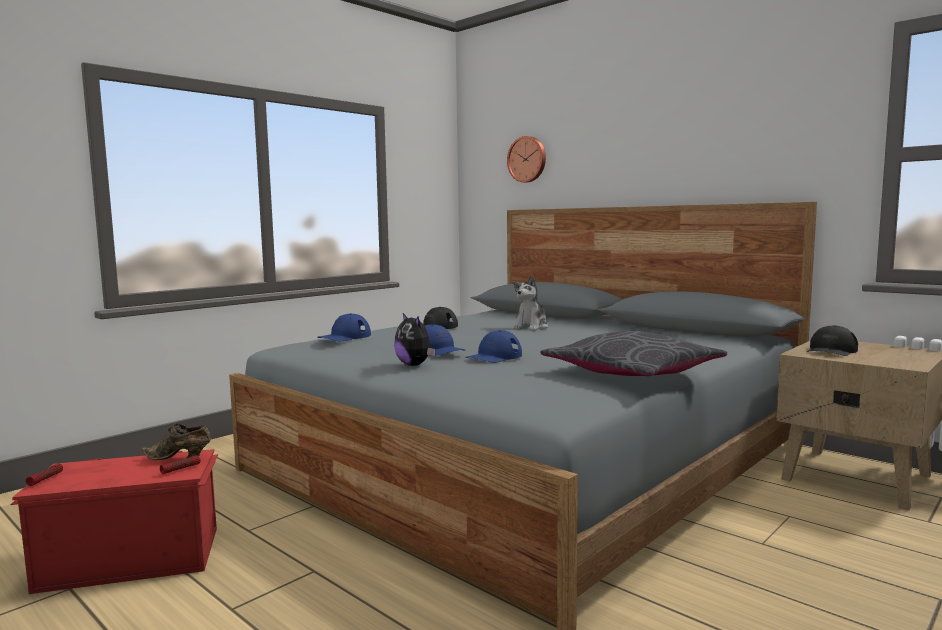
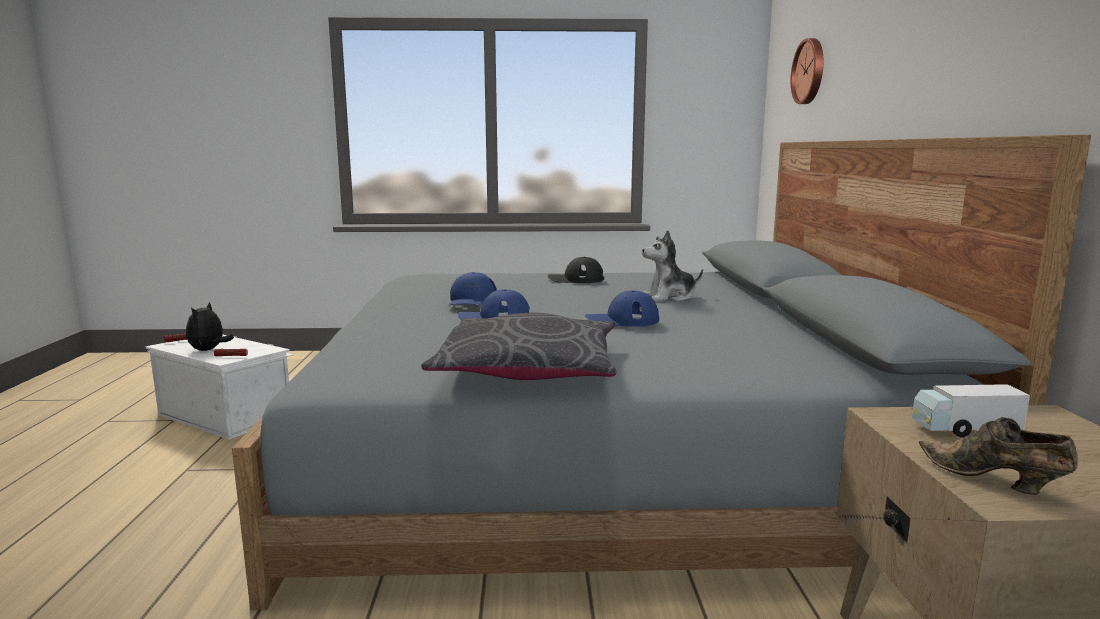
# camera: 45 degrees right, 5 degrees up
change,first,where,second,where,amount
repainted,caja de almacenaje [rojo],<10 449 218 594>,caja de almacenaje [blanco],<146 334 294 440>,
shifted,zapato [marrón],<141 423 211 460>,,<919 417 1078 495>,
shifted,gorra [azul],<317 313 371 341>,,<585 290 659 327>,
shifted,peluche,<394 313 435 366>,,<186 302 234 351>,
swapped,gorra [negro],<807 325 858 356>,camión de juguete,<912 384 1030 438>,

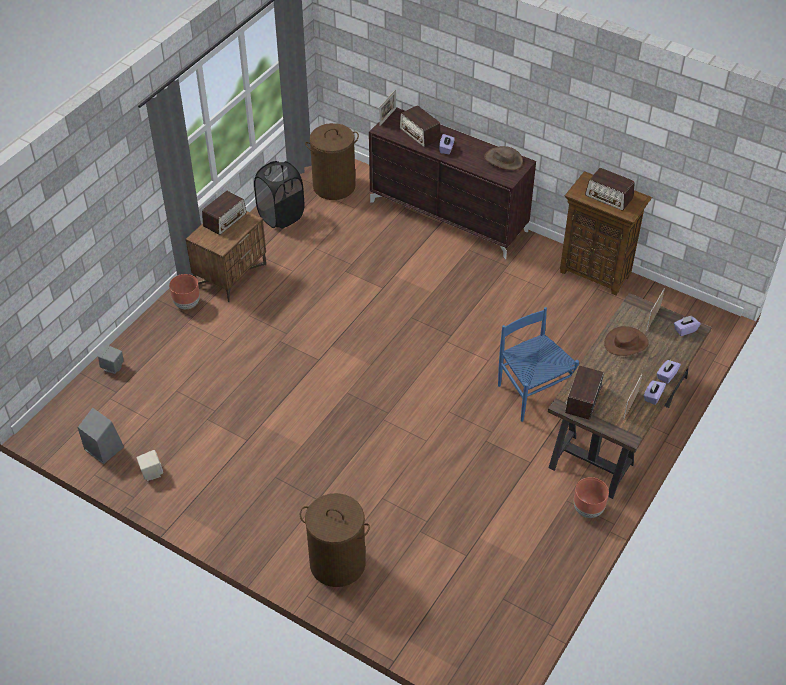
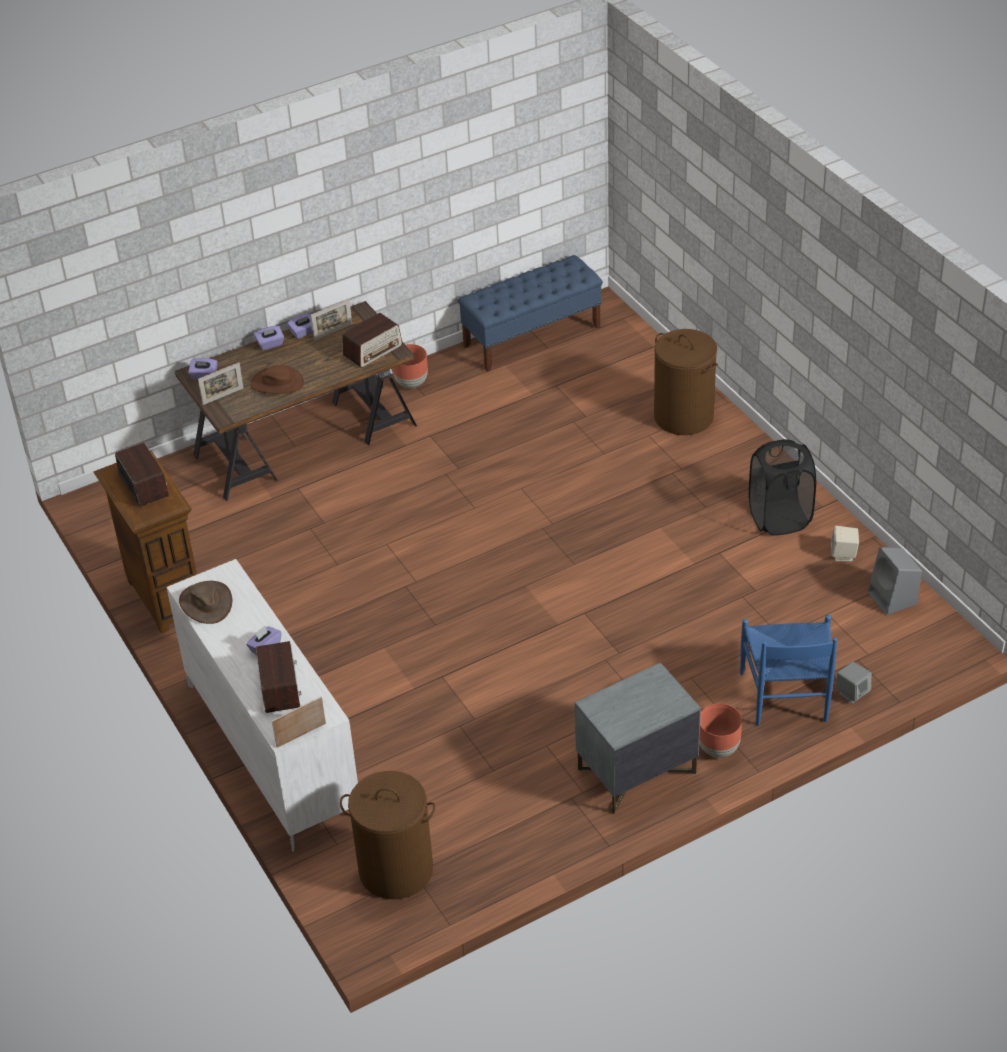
# camera: 150 degrees left, 5 degrees down
change,first,where,second,where,amount
repainted,mesita de noche [marrón],<186 211 266 302>,mesita de noche [gris],<575 662 701 814>,
gone,radio,<202 191 247 235>,,,
shifted,cesto de la ropa [negro],<254 161 305 228>,,<749 439 816 536>,
repainted,cómoda [marrón],<369 107 536 259>,cómoda [blanco],<166 559 358 851>,
shifted,silla [azul],<498 307 579 422>,,<740 615 837 725>,
new,,,banco [azul],<458 255 603 372>,

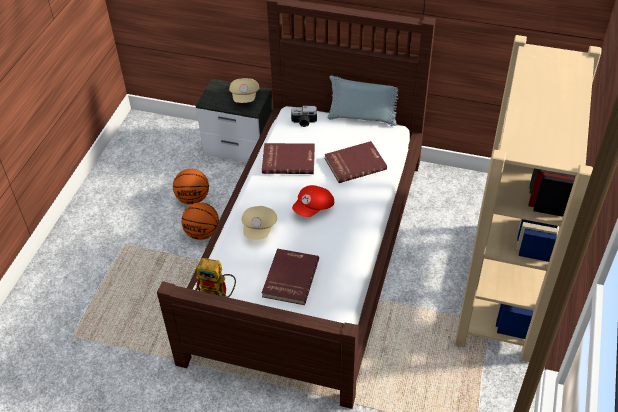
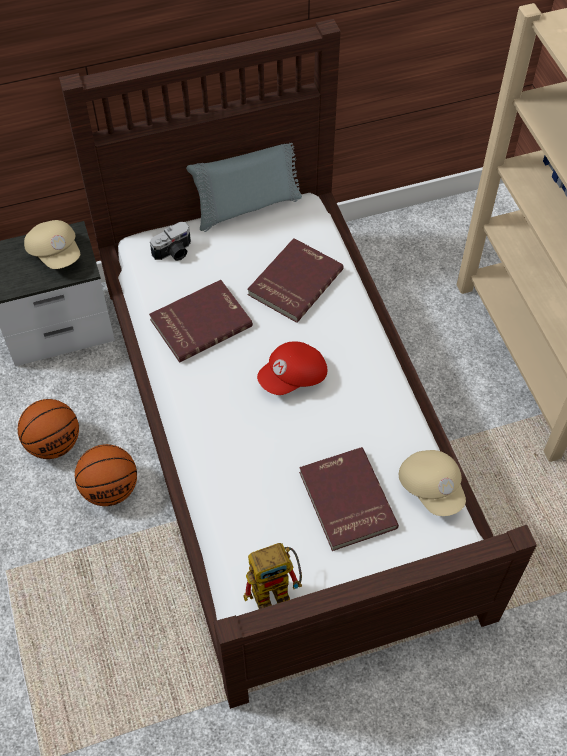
# camera: 35 degrees left, 10 degrees up
change,first,where,second,where,amount
shifted,gorra [beis],<242 206 277 240>,,<399 450 466 516>,
rotated,gorra [rojo],<292 185 334 217>,,<257 341 327 395>,45 degrees clockwise

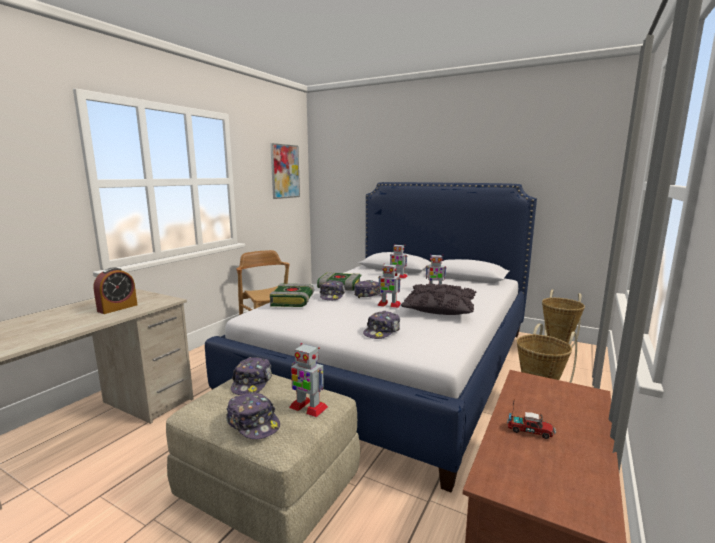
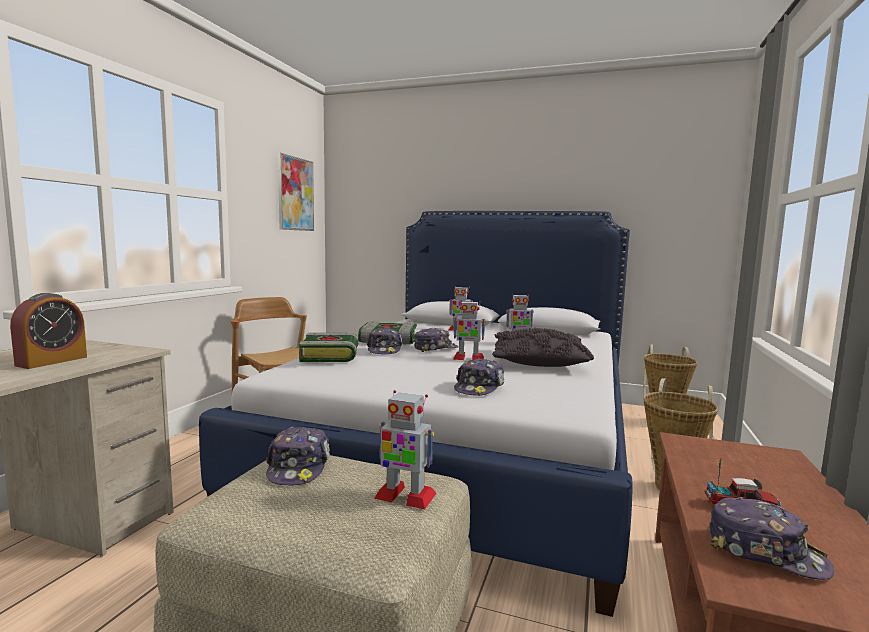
# camera: 10 degrees left, 5 degrees down
change,first,where,second,where,amount
shifted,gorra,<226 392 280 439>,,<707 497 834 580>,

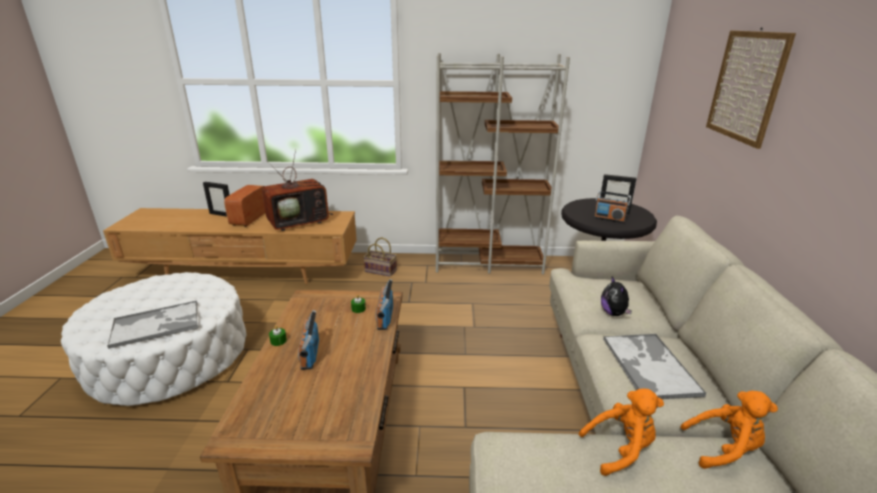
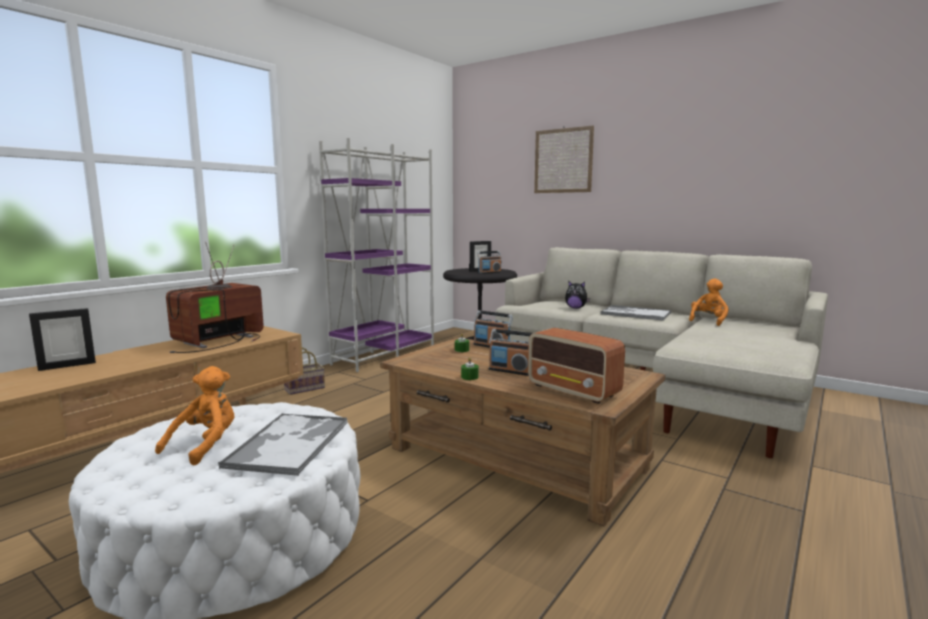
# camera: 55 degrees left, 15 degrees down
change,first,where,second,where,amount
shifted,radio,<224 185 265 227>,,<528 328 625 404>,
rotated,televisor,<262 149 334 231>,,<166 242 264 353>,150 degrees counterclockwise
repainted,estantería [marrón],<436 53 570 275>,estantería [morado],<319 138 434 372>,
shifted,peluche [naranja],<579 388 664 476>,,<155 366 234 465>,

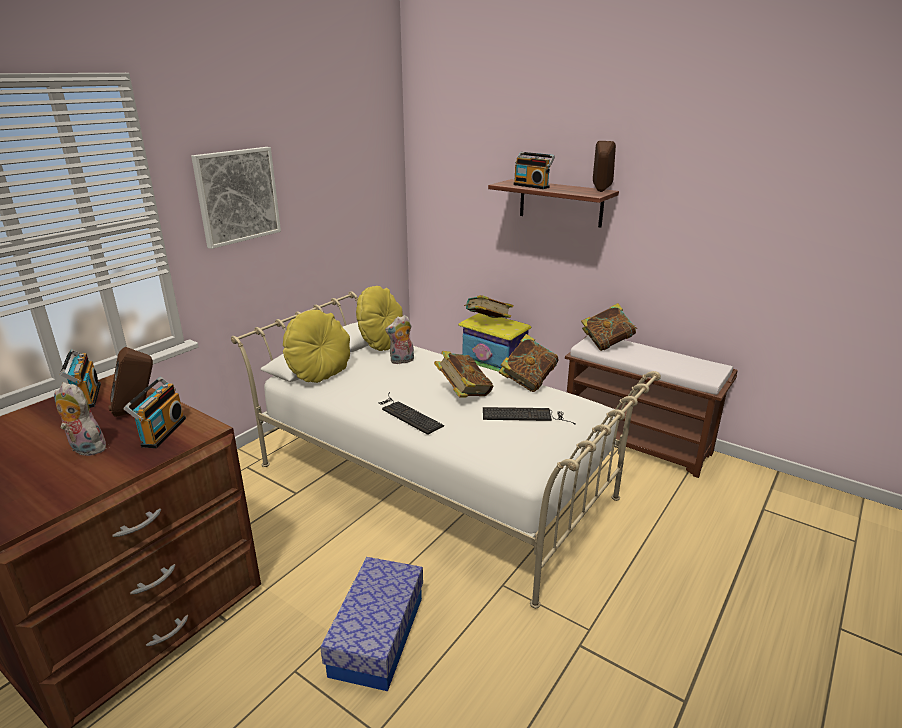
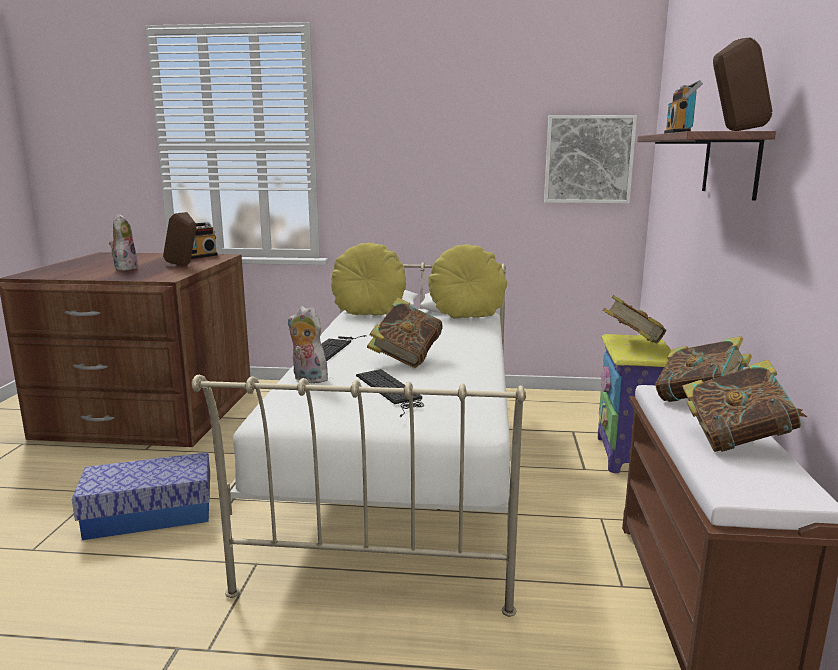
# camera: 60 degrees right, 10 degrees down
change,first,where,second,where,amount
gone,radio,<123 377 186 448>,,,
shifted,cuadro,<191 147 281 249>,,<544 115 637 203>,
shifted,peluche,<385 315 414 364>,,<287 306 328 383>,
shifted,libro,<499 334 558 392>,,<682 360 807 452>,

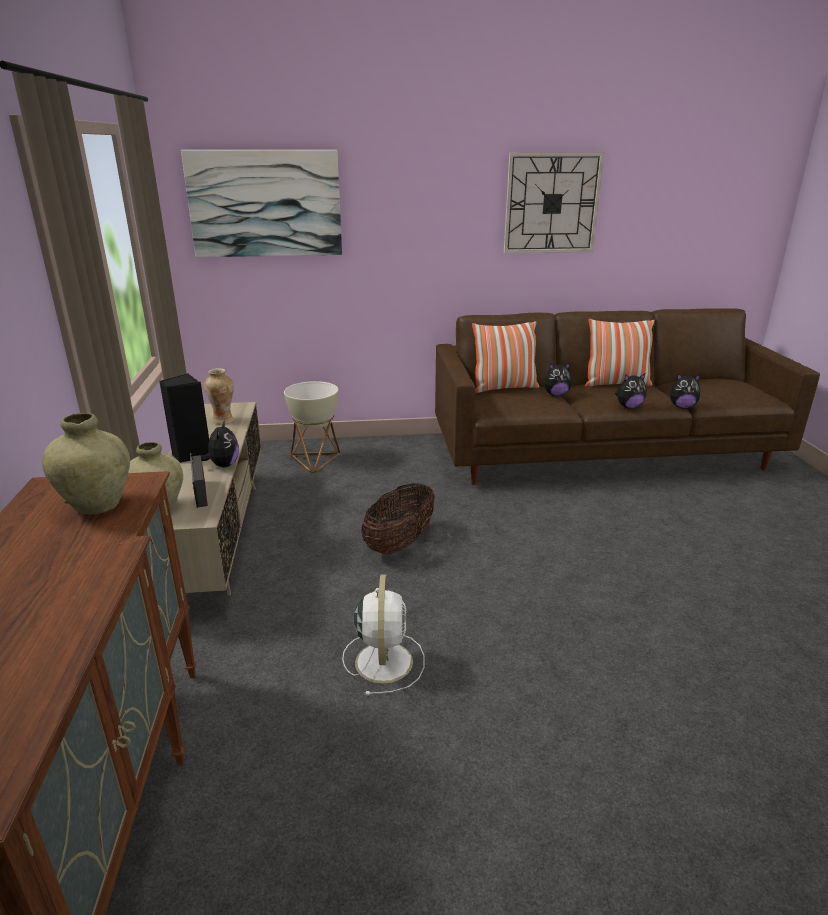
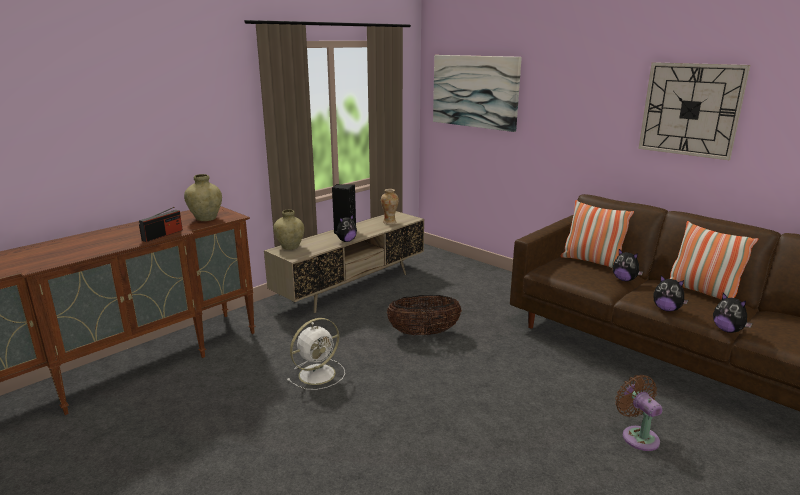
# camera: 50 degrees right, 5 degrees down
change,first,where,second,where,amount
shifted,radio,<190 453 208 508>,,<139 207 183 242>,
gone,maceta,<284 381 340 473>,,,
new,,,ventilador [marrón],<615 375 663 451>,

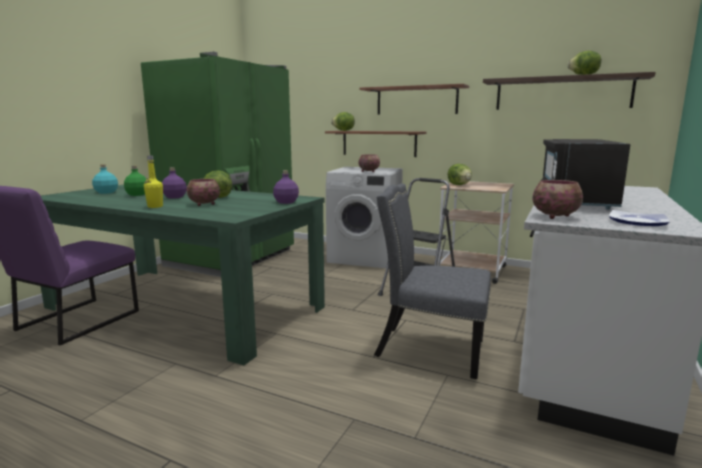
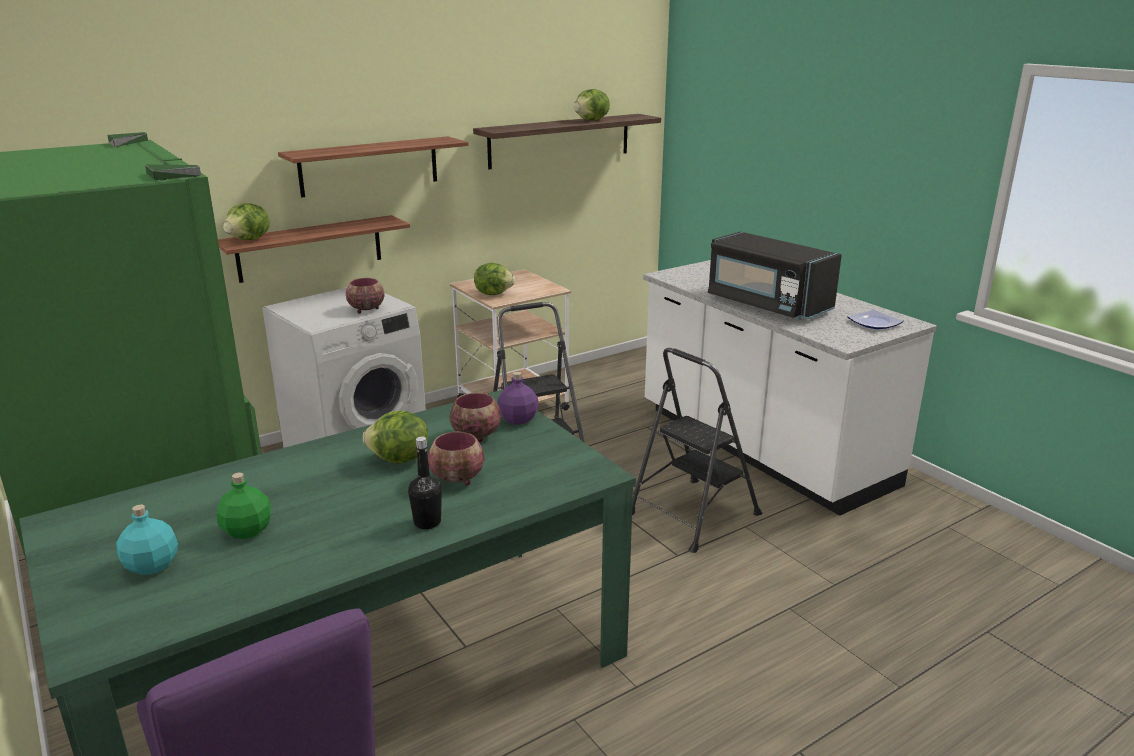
# camera: 60 degrees left, 10 degrees up
change,first,where,second,where,amount
repainted,botella [amarillo],<144 156 163 208>,botella [negro],<408 437 442 529>,
gone,botella [morado],<162 167 187 199>,,,
swapped,silla [gris],<374 184 491 379>,escalera de tijera [negro],<632 348 762 553>,
shifted,cuenco,<532 180 583 219>,,<449 393 501 442>,

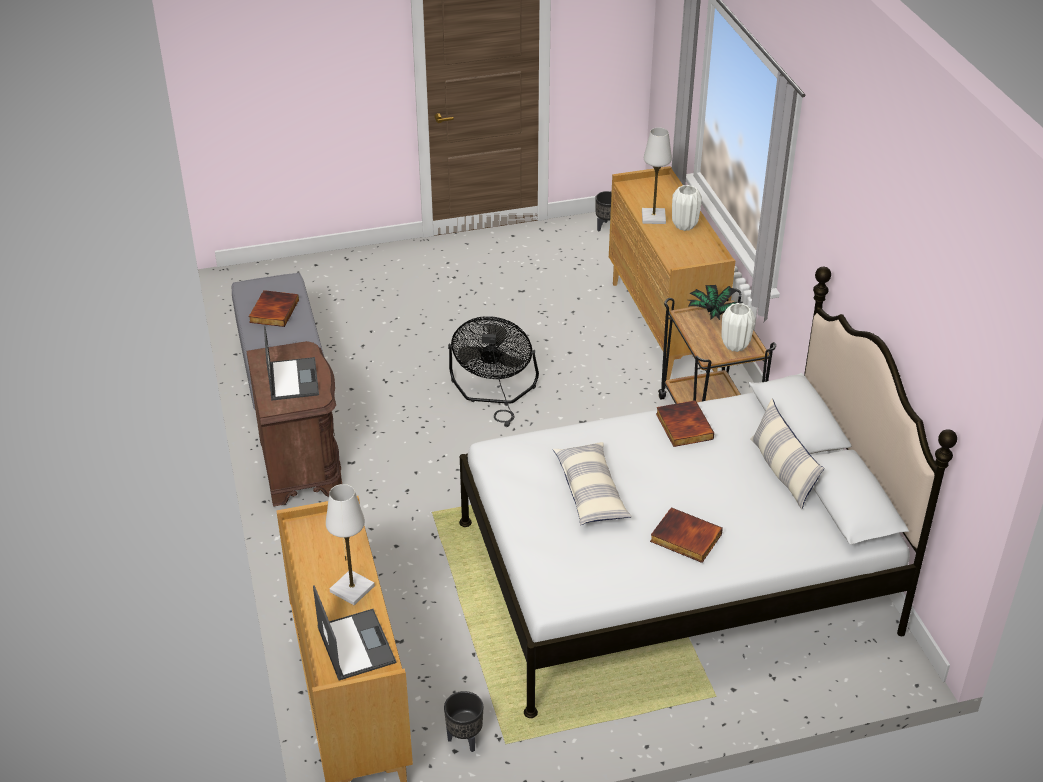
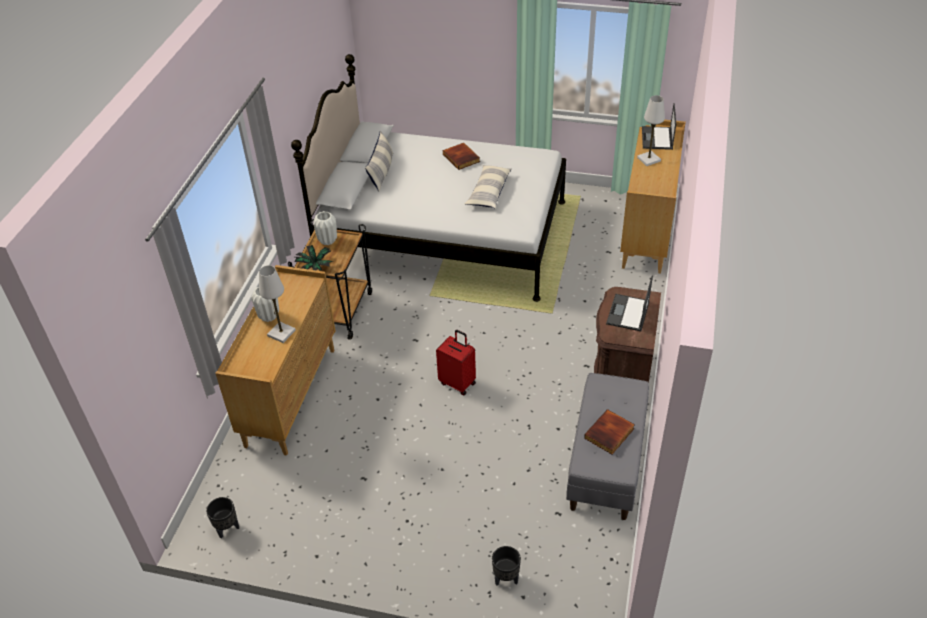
# camera: 150 degrees left, 5 degrees up
change,first,where,second,where,amount
shifted,maceta [negro],<444 691 483 752>,,<492 546 521 586>,
swapped,ventilador [negro],<448 316 539 427>,maleta [rojo],<436 330 476 396>,
gone,libro,<656 400 714 447>,,,

